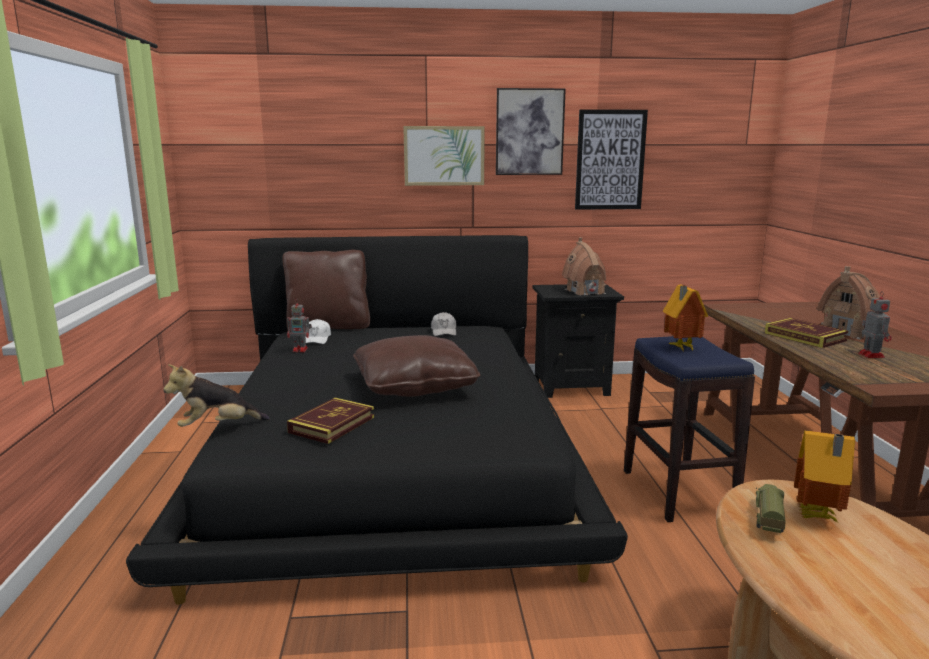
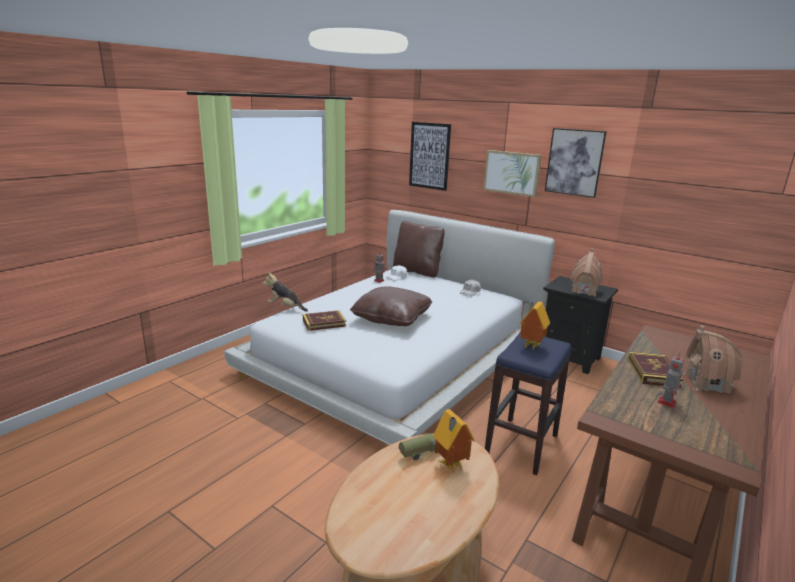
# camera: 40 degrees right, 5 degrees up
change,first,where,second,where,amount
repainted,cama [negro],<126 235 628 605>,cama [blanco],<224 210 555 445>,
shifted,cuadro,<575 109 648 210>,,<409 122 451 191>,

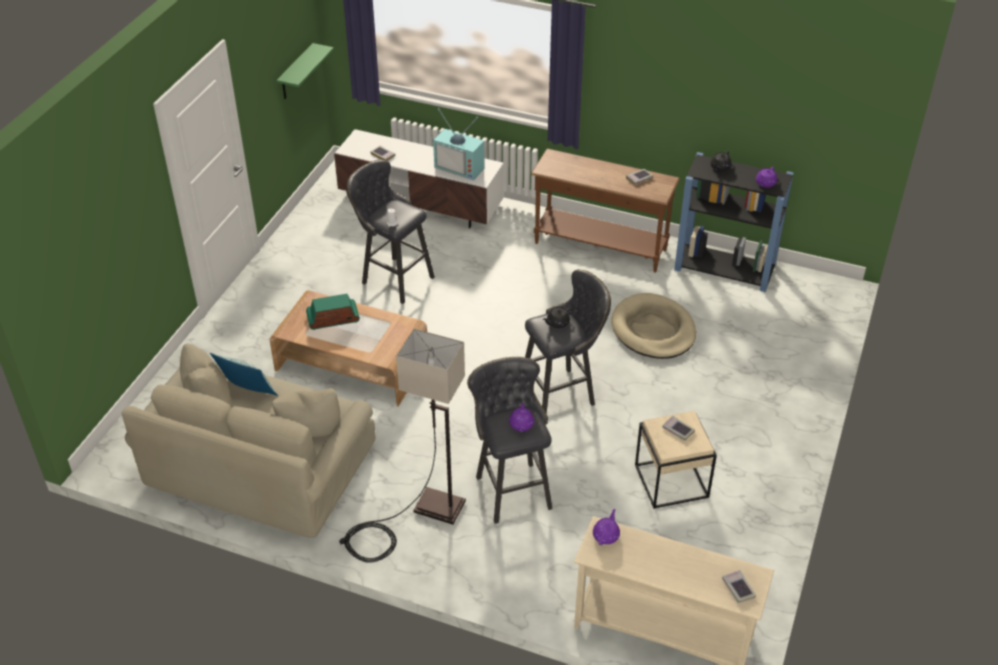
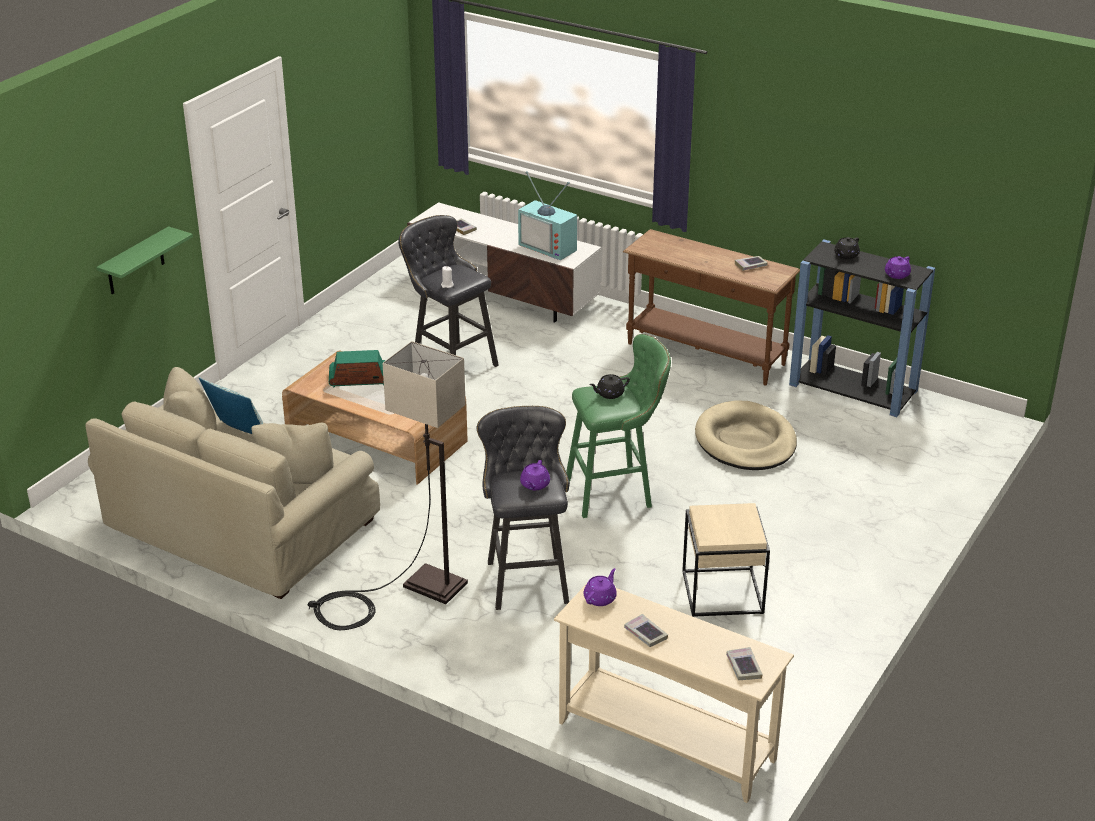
# camera: 10 degrees right, 10 degrees down
change,first,where,second,where,amount
shifted,estante [verde],<276 43 334 99>,,<96 226 193 294>,
repainted,taburete [negro],<525 269 611 414>,taburete [verde],<566 334 671 518>,
shifted,libro,<662 415 695 441>,,<624 614 668 647>,

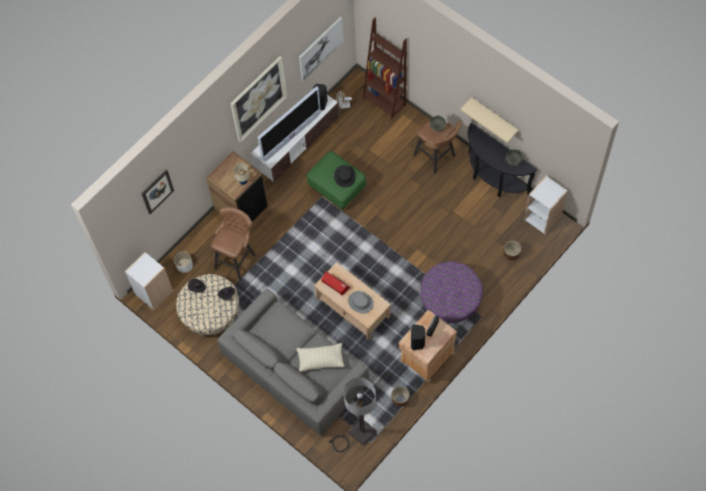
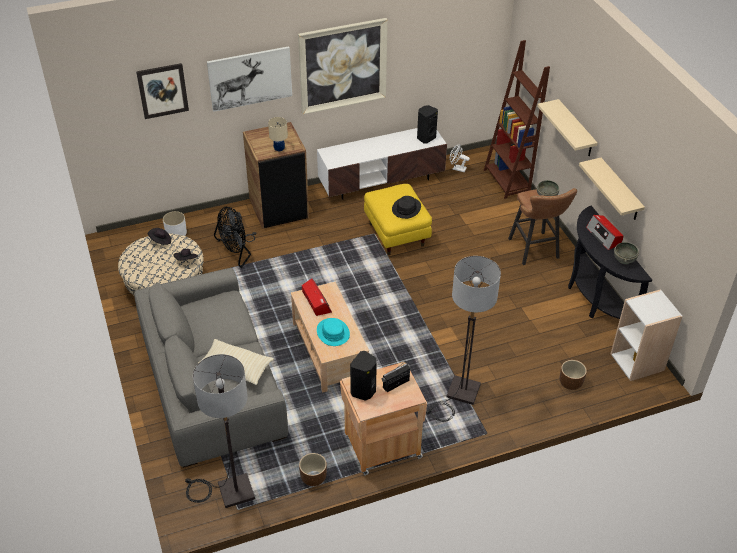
# camera: 25 degrees right, 20 degrees down
change,first,where,second,where,amount
gone,estantería,<125 252 173 310>,,,
swapped,taburete [marrón],<211 207 256 281>,ventilador [negro],<214 207 256 268>,
gone,televisor,<258 86 321 162>,,,
shifted,cuadro,<299 17 344 81>,,<207 46 292 112>,
repainted,puf [verde],<307 151 367 211>,puf [amarillo],<364 184 432 255>,
repainted,sombrero [gris],<348 291 374 314>,sombrero [turquesa],<317 318 350 346>,
swapped,puf [morado],<420 261 483 323>,lámpara de pie,<426 256 501 422>,
new,,,estante [beis],<537 99 598 156>,
new,,,radio,<586 215 623 250>,

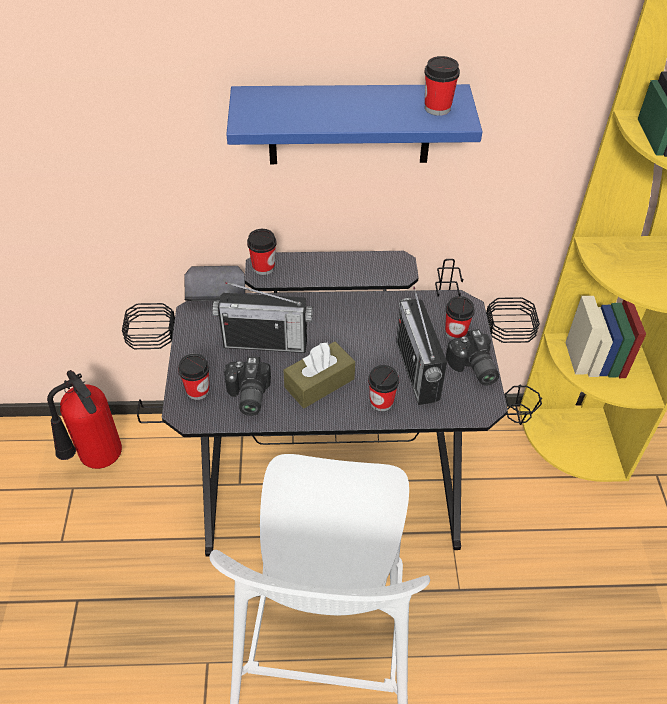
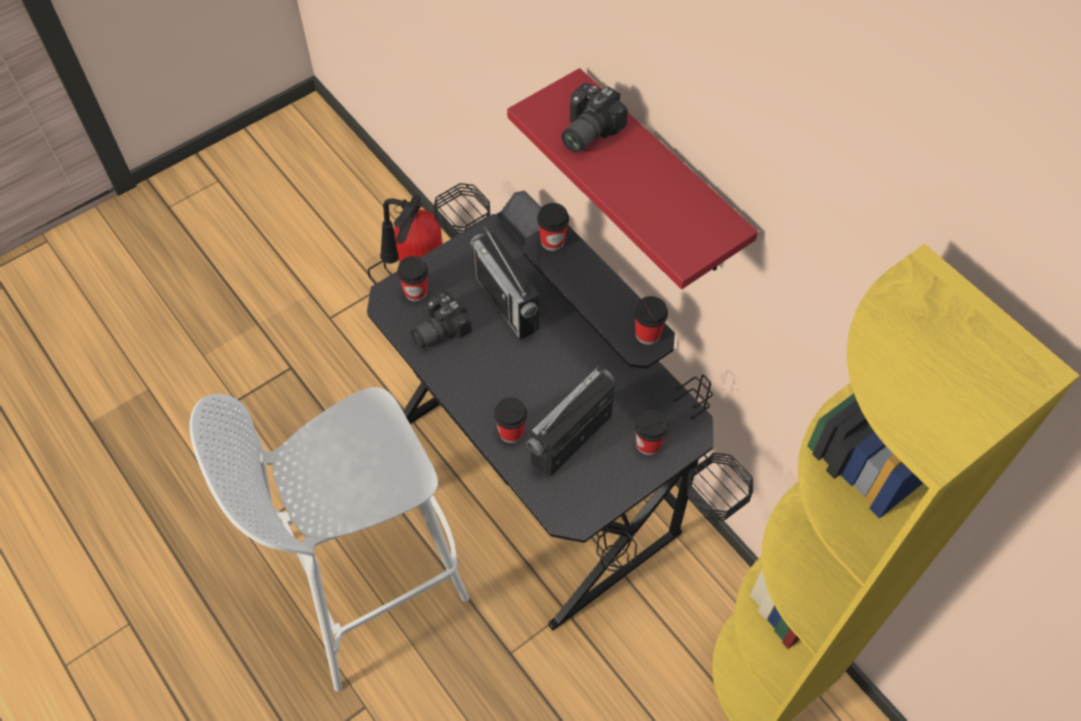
# camera: 55 degrees right, 10 degrees up
change,first,where,second,where,amount
repainted,estante [azul],<226 84 482 164>,estante [rojo],<507 68 758 289>,
gone,caja de pañuelos [marrón],<283 341 355 408>,,,
shifted,taza,<424 56 460 116>,,<634 296 668 345>,
shifted,cámara,<446 329 499 386>,,<561 83 628 153>,

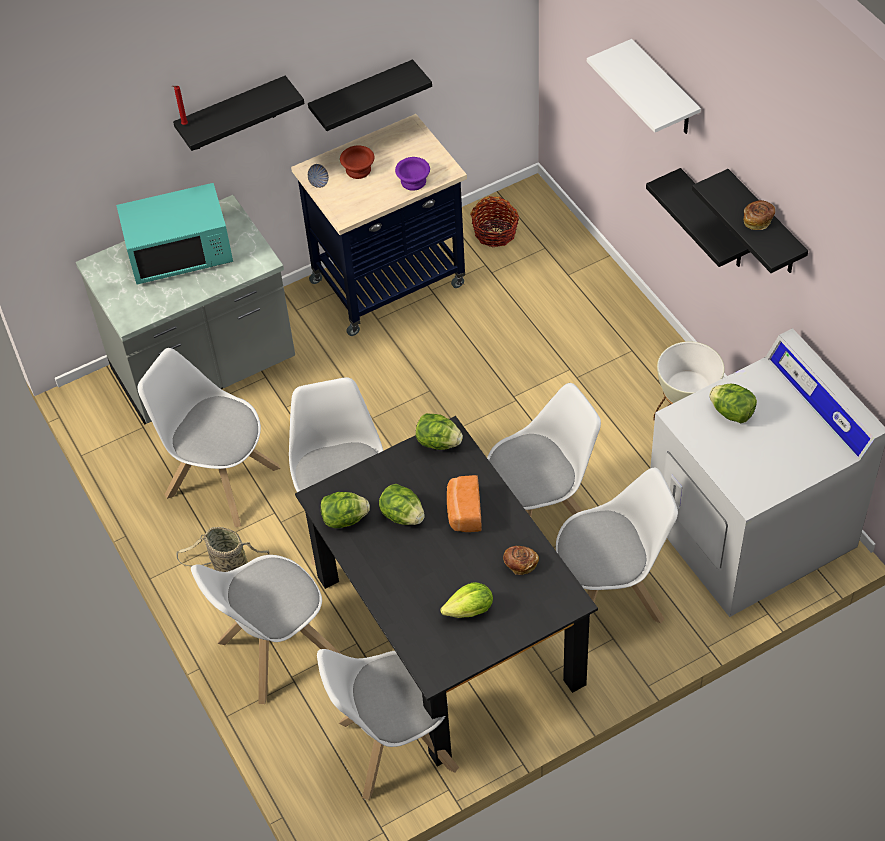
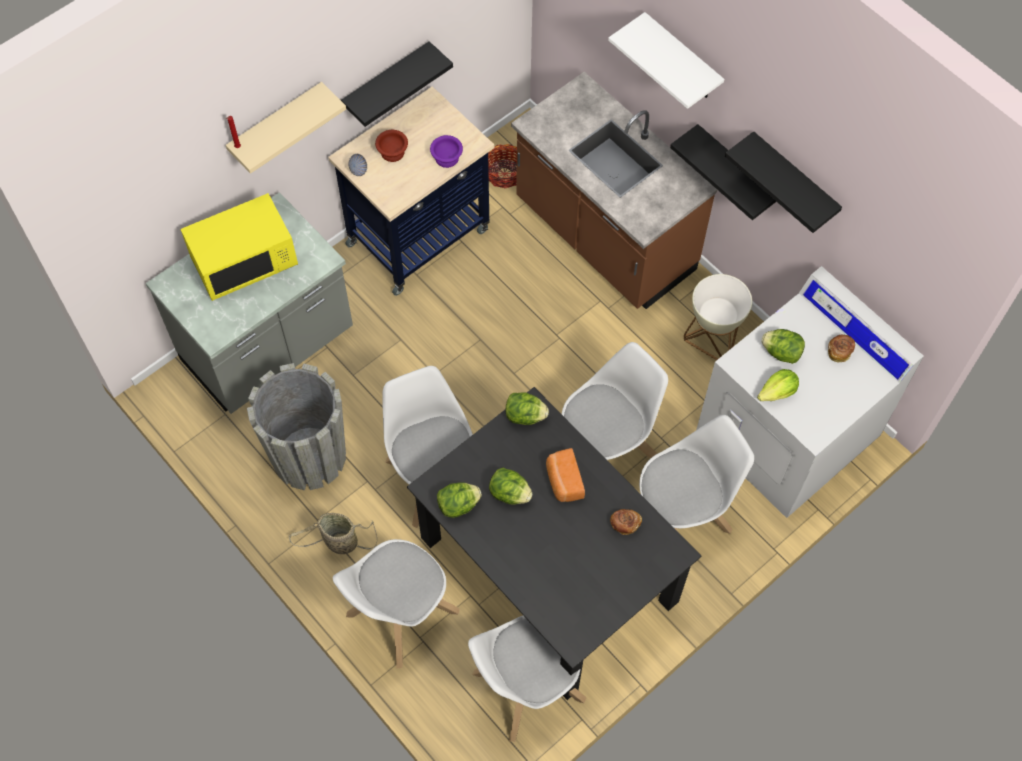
# camera: 15 degrees left, 10 degrees up
change,first,where,second,where,amount
repainted,microondas [turquesa],<116 183 233 284>,microondas [amarillo],<181 193 298 301>,
swapped,silla,<138 348 281 527>,maceta [gris],<247 363 346 490>,
repainted,estante [negro],<173 76 305 151>,estante [beis],<226 82 346 174>,
shifted,lechuga,<441 582 493 618>,,<757 369 799 401>,
shifted,pan,<743 200 775 230>,,<828 334 855 362>,
new,,,mueble bajo de cocina [marrón],<511 72 717 309>,

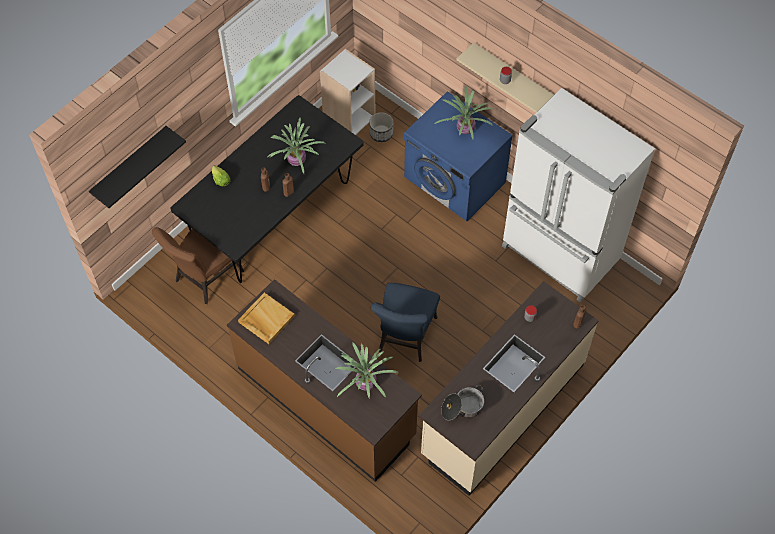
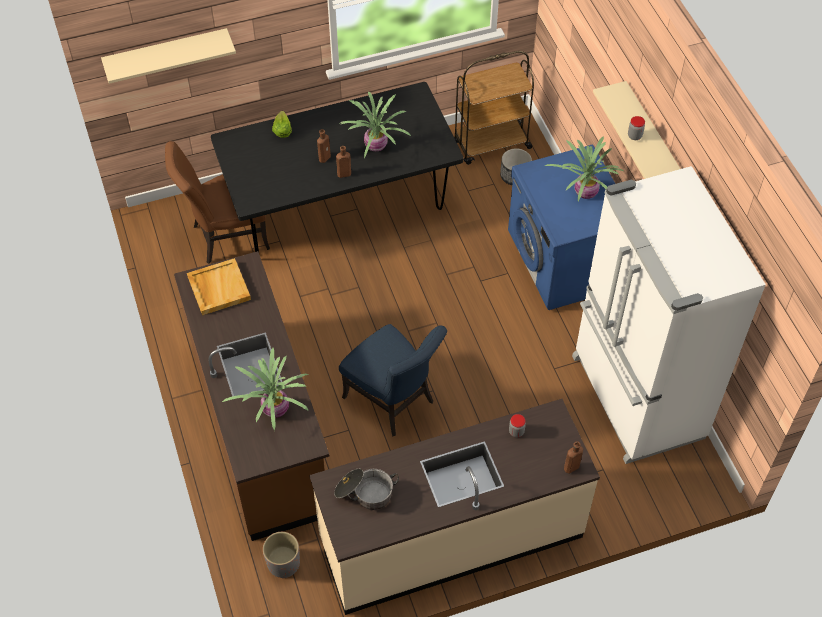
# camera: 30 degrees right, 5 degrees down
change,first,where,second,where,amount
repainted,estante [negro],<89 126 186 208>,estante [beis],<101 28 236 84>,
swapped,estantería,<320 49 376 135>,carrito [marrón],<454 51 534 165>,
rotated,silla [azul],<371 283 440 362>,,<339 324 447 436>,90 degrees counterclockwise
new,,,maceta [gris],<263 532 300 578>,

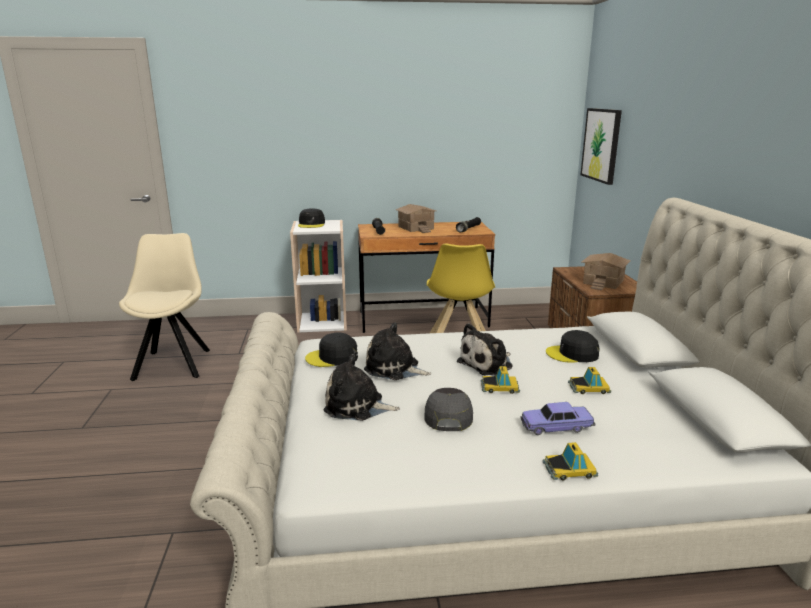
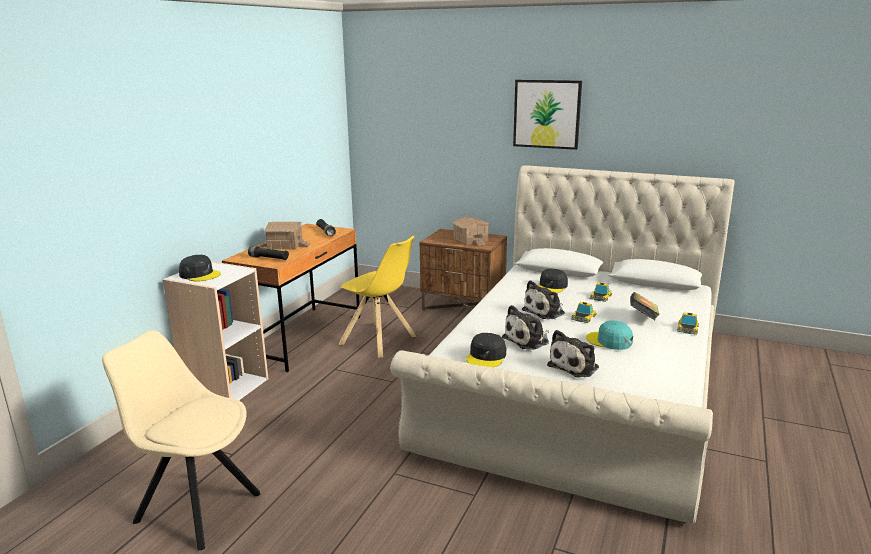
# camera: 60 degrees left, 0 degrees up
change,first,where,second,where,amount
repainted,gorra [gris],<425 388 473 431>,gorra [turquesa],<586 320 633 350>,
rotated,peluche,<457 323 513 376>,,<522 280 565 319>,60 degrees clockwise
swapped,coche de juguete,<520 402 596 435>,libro,<630 292 659 320>,
shifted,cuadro,<580 108 622 185>,,<513 80 582 150>,

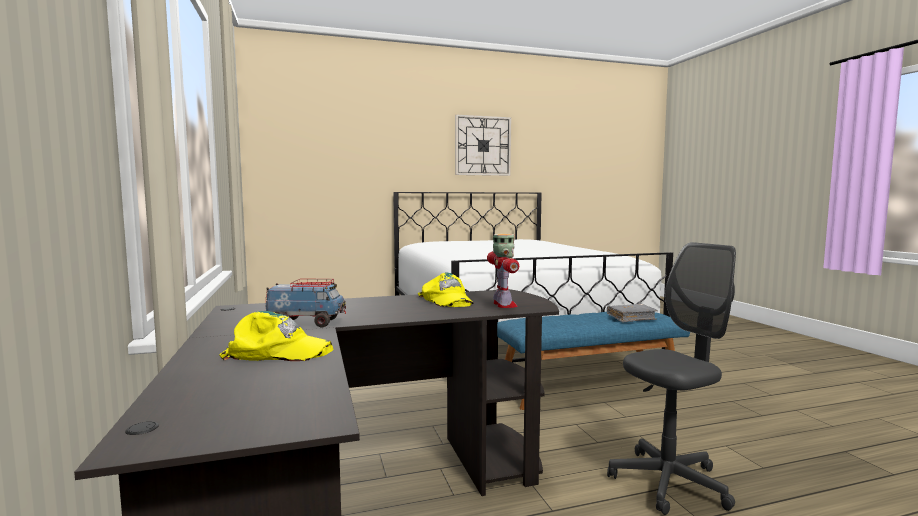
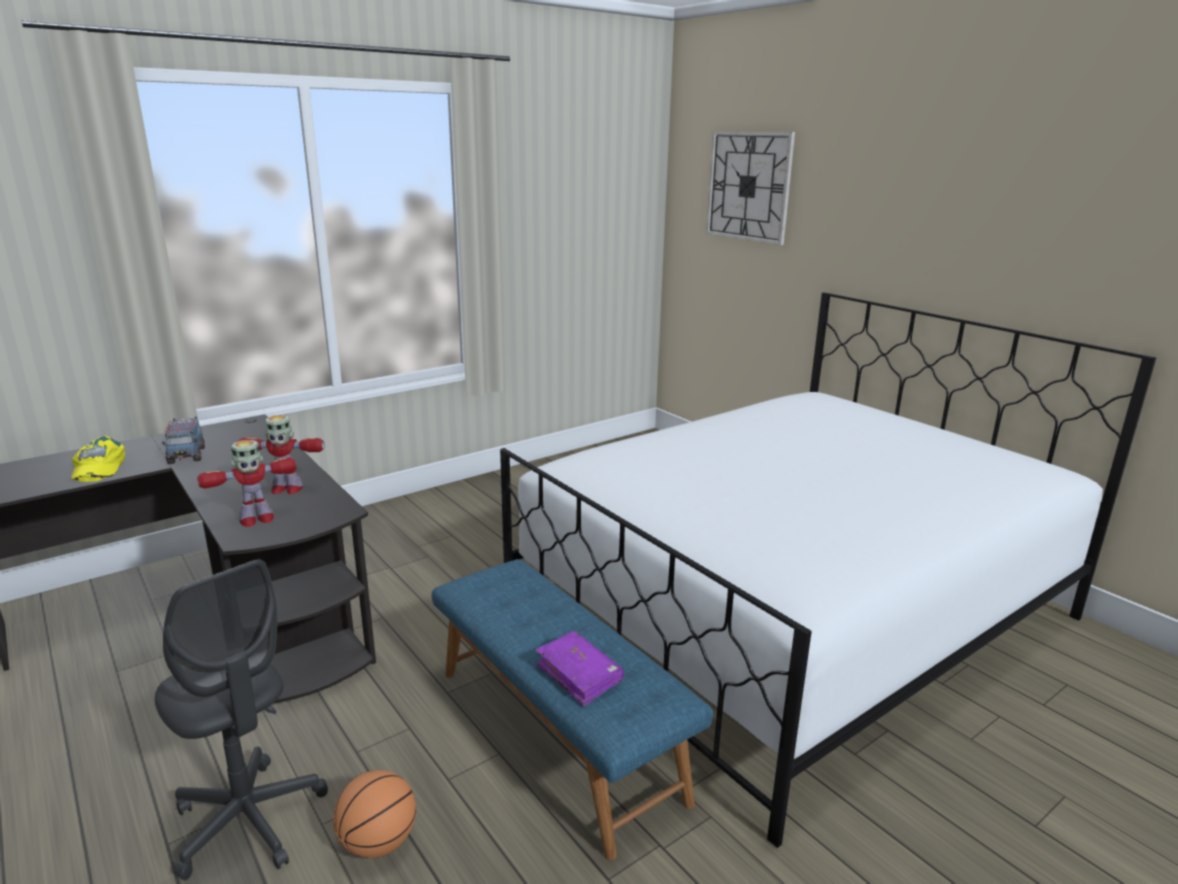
# camera: 70 degrees right, 15 degrees up
change,first,where,second,where,amount
swapped,gorra [amarillo],<418 272 474 307>,robot de juguete,<238 415 325 494>,
shifted,reloj de pared,<455 115 511 176>,,<706 131 795 245>,
repainted,libro [gris],<607 304 658 323>,libro [morado],<536 631 624 706>,
new,,,balón de baloncesto,<333 770 416 858>,

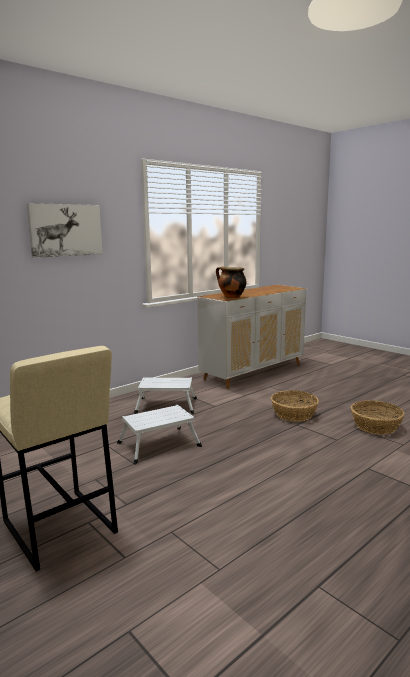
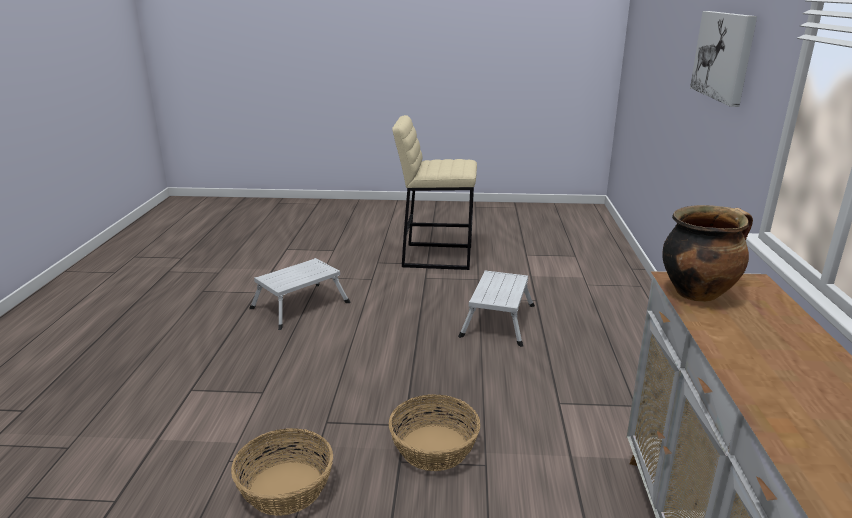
# camera: 135 degrees right, 10 degrees up
change,first,where,second,where,amount
shifted,escalera de tijera [blanco],<134 377 197 414>,,<249 258 350 330>,

